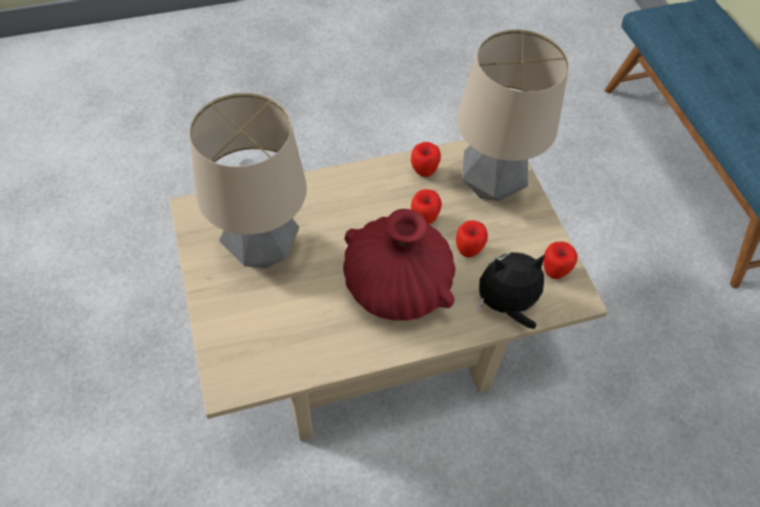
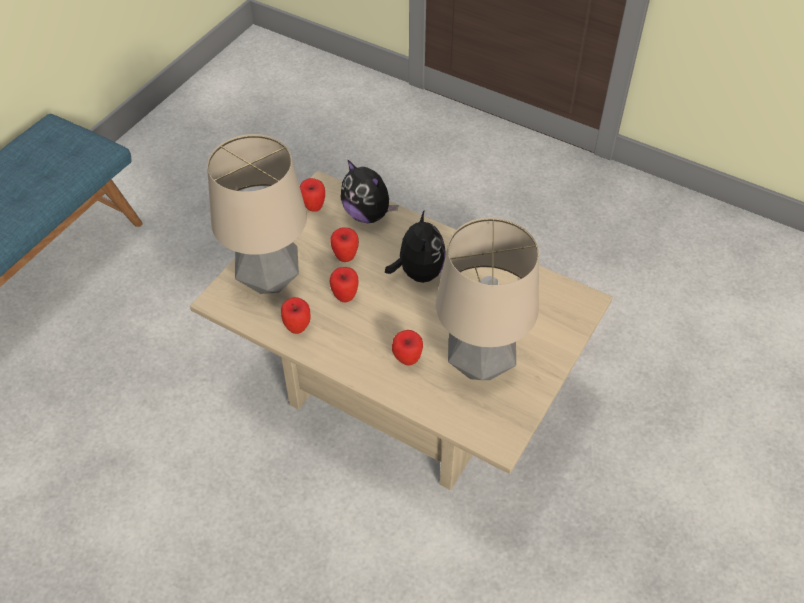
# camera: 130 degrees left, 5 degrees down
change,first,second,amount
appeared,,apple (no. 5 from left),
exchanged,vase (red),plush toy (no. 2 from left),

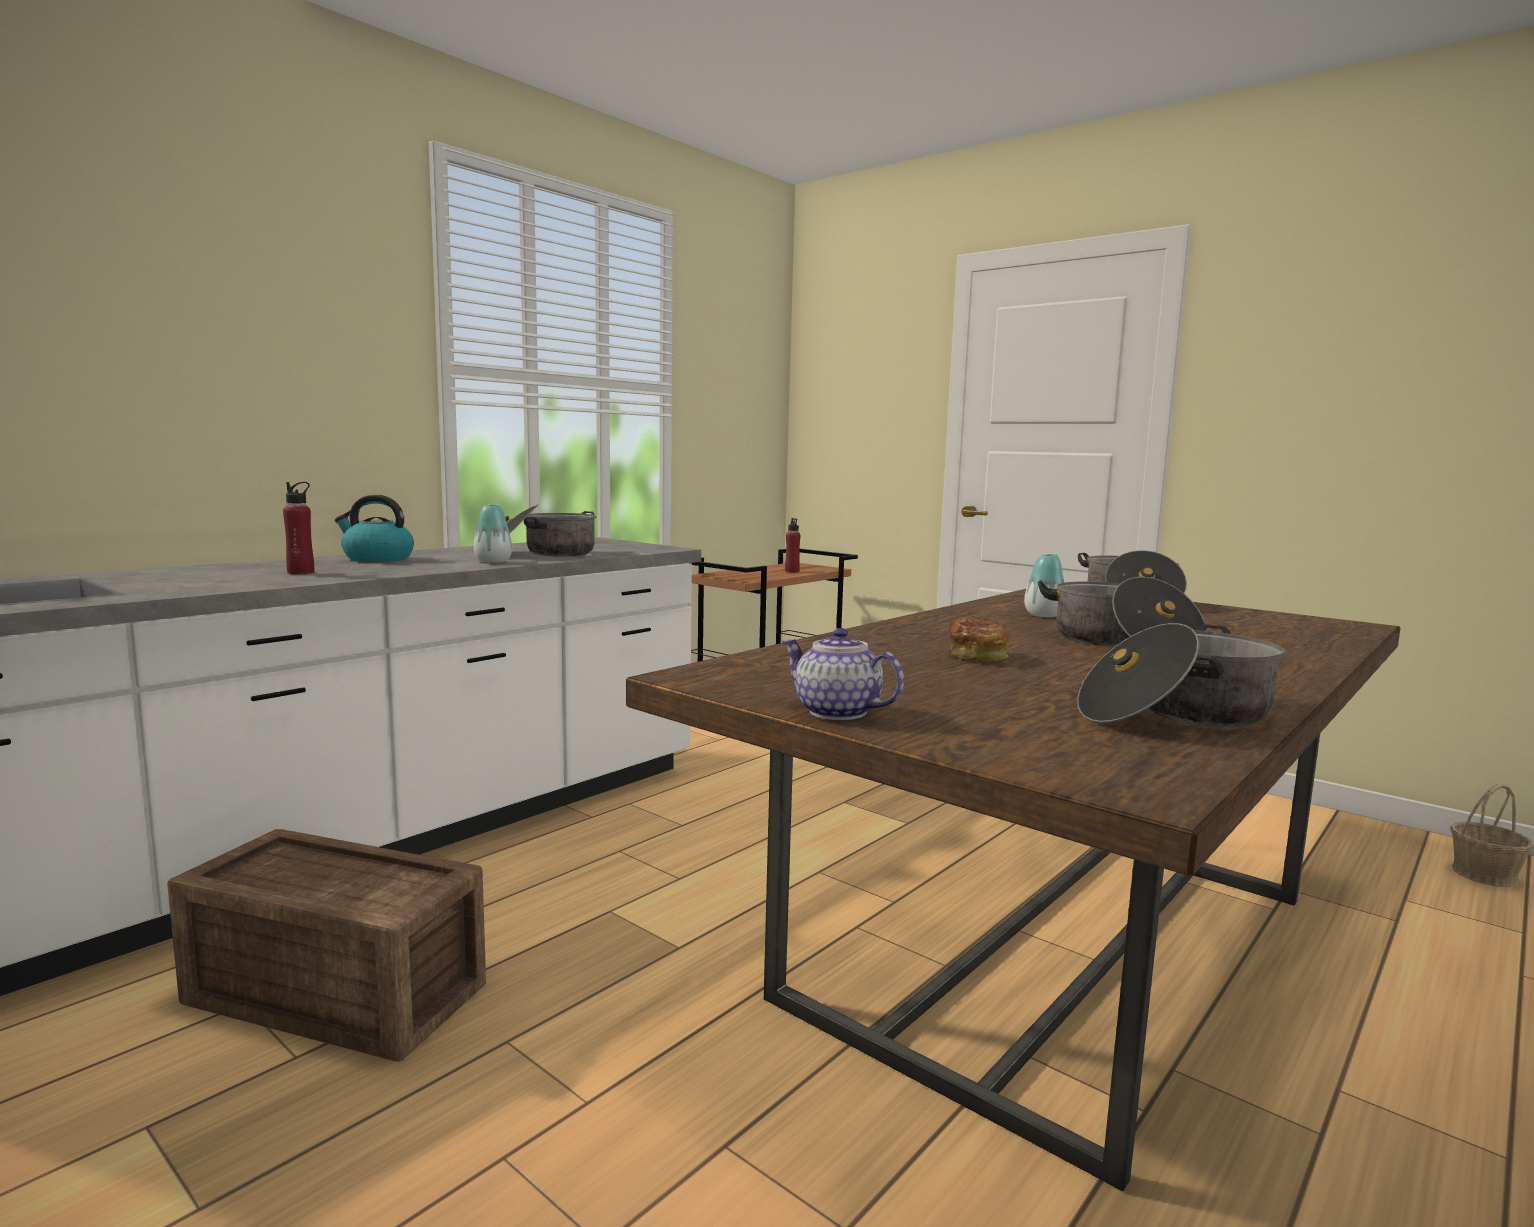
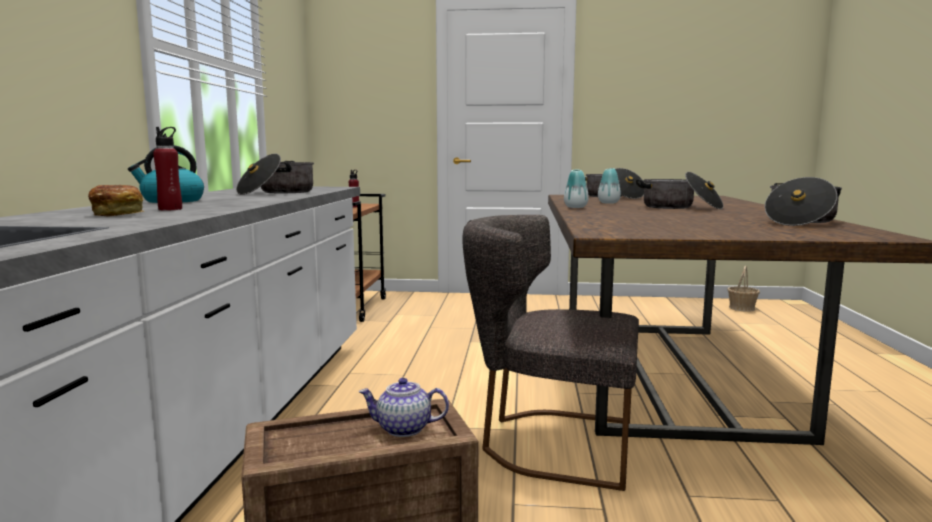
# camera: 35 degrees left, 0 degrees up
change,first,second,amount
appeared,,chair (grey),
relocated,vase (no. 1 from left),,
relocated,teapot,,
relocated,bread,,

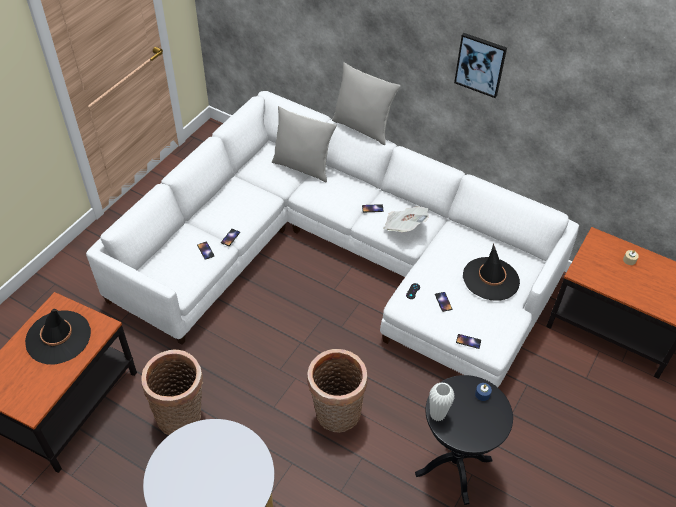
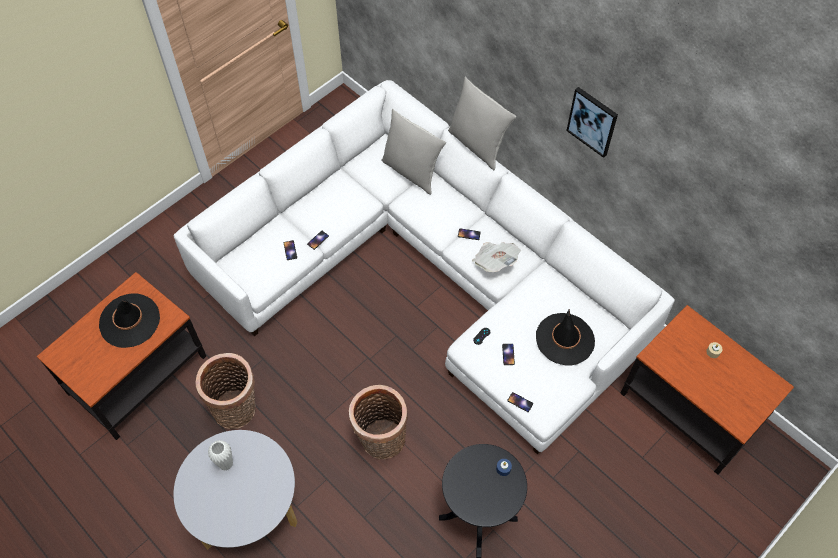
# camera: 15 degrees right, 10 degrees up
change,first,second,amount
relocated,vase (white),,

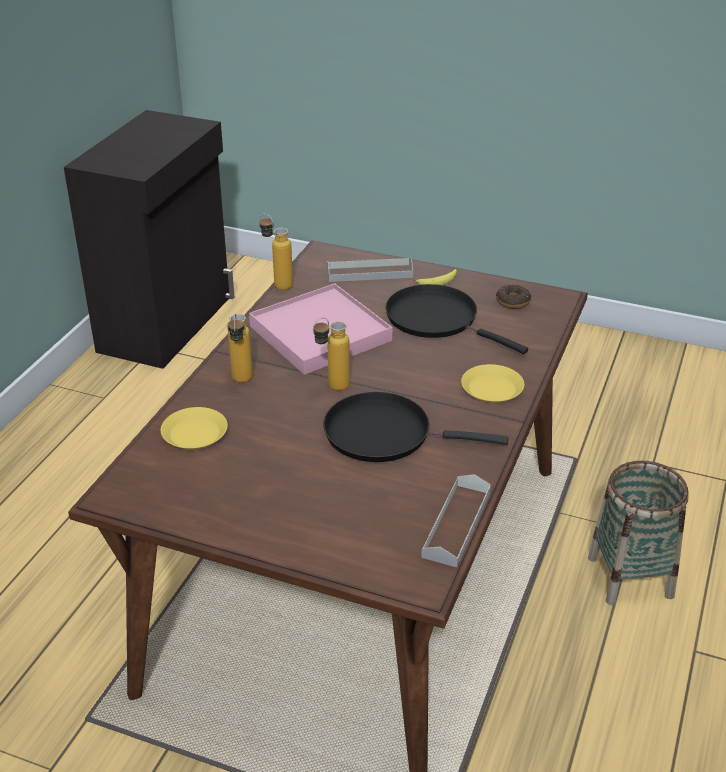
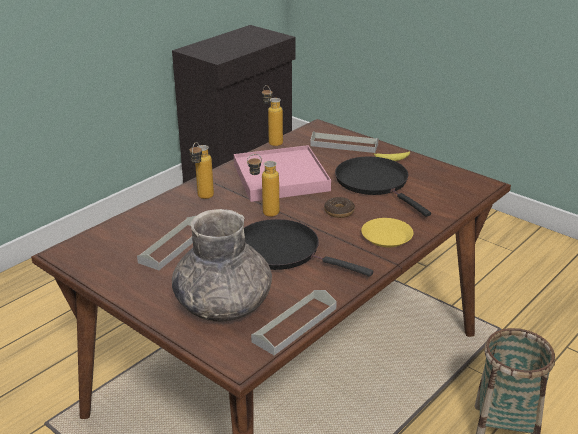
# camera: 20 degrees right, 5 degrees down
change,first,second,amount
missing,plate (yellow) (no. 1 from left),,
appeared,,tray (grey) (no. 1 from left),
appeared,,vase (grey),
relocated,donut,,

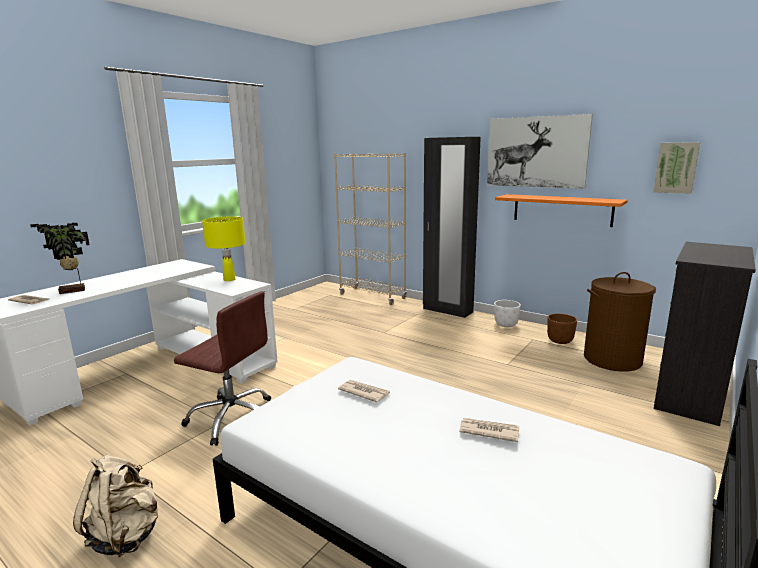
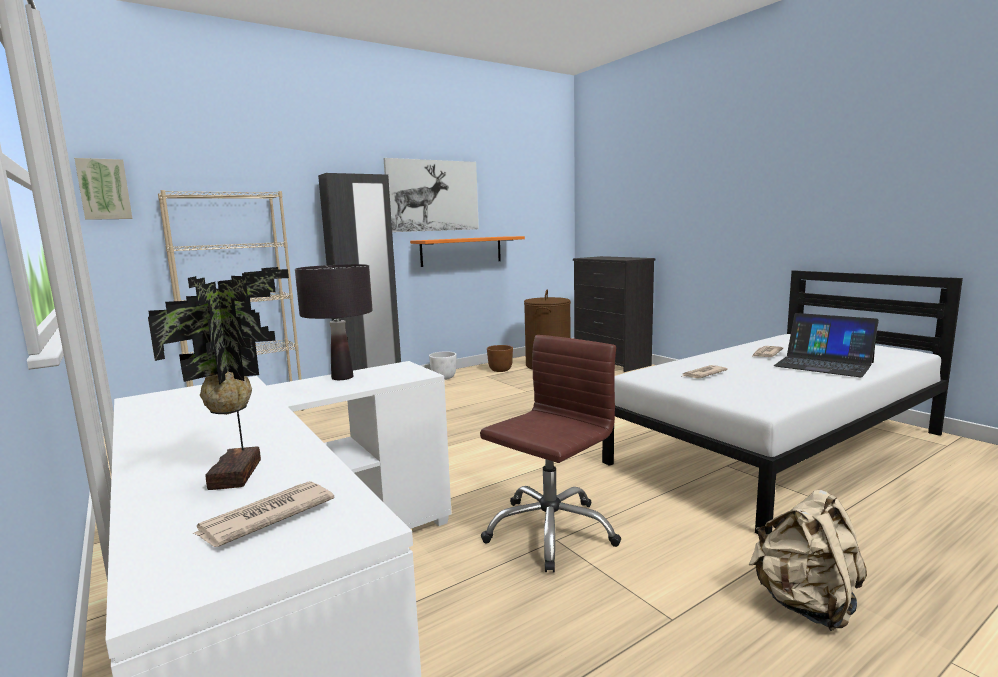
# camera: 70 degrees left, 5 degrees down
change,first,second,amount
appeared,,laptop,
relocated,picture (no. 2 from left in the first image),picture (no. 1 from left),
colour,table lamp (yellow),table lamp (black),

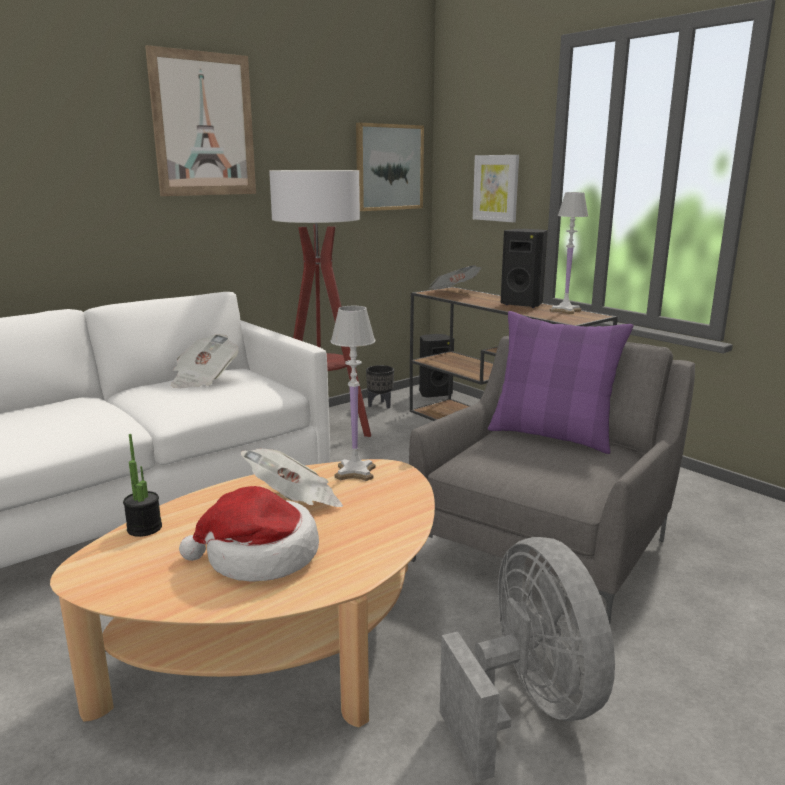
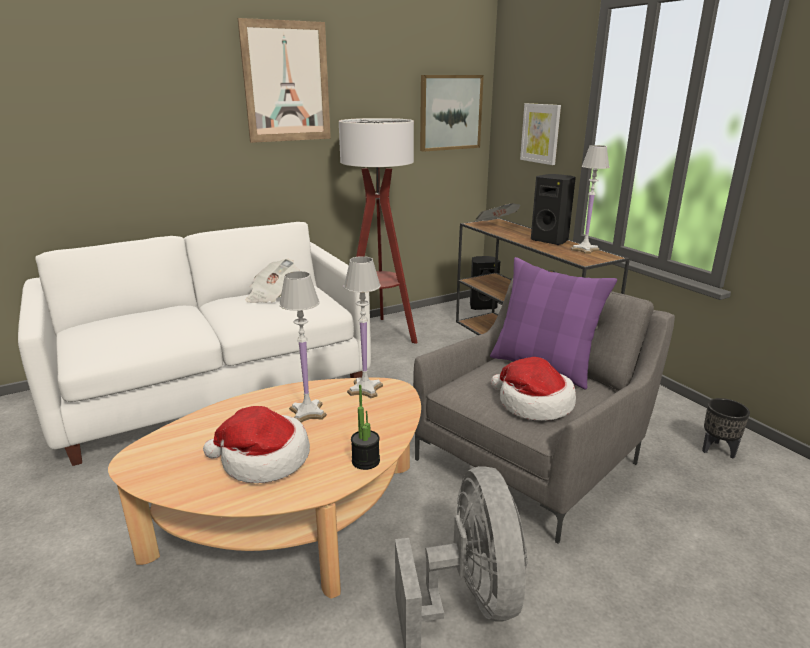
# camera: 10 degrees right, 5 degrees up
change,first,second,amount
appeared,,hat (no. 2 from left),
relocated,potted plant,,
relocated,planter (black),,
exchanged,newspaper (no. 2 from left),table lamp (white) (no. 1 from left),

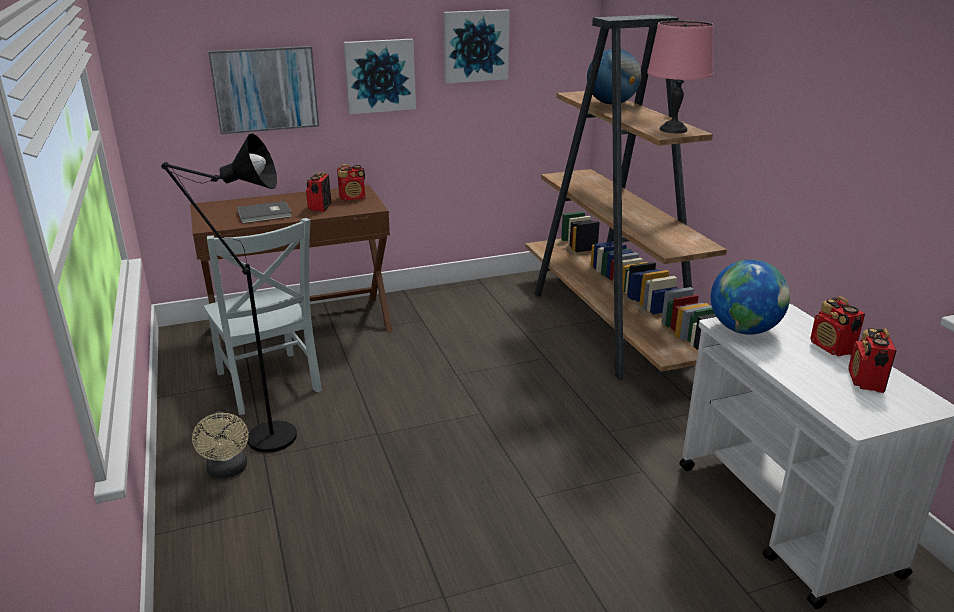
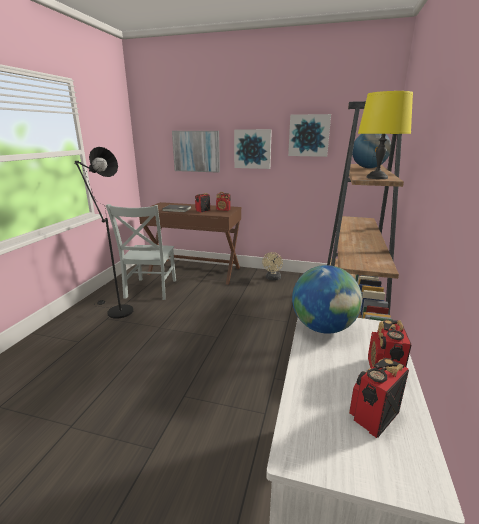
# camera: 35 degrees right, 5 degrees down
change,first,second,amount
relocated,fan (beige),,
colour,table lamp (pink),table lamp (yellow),

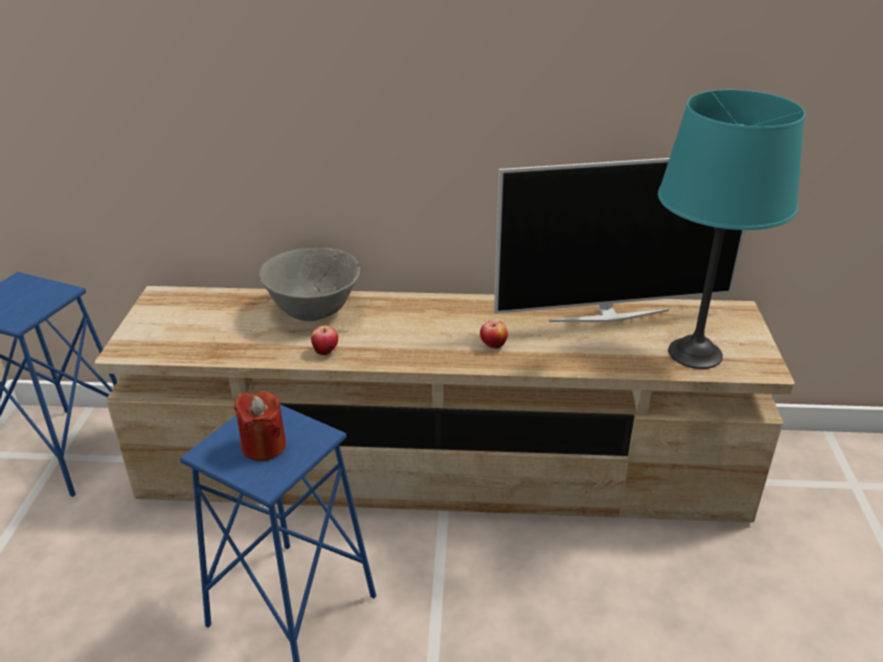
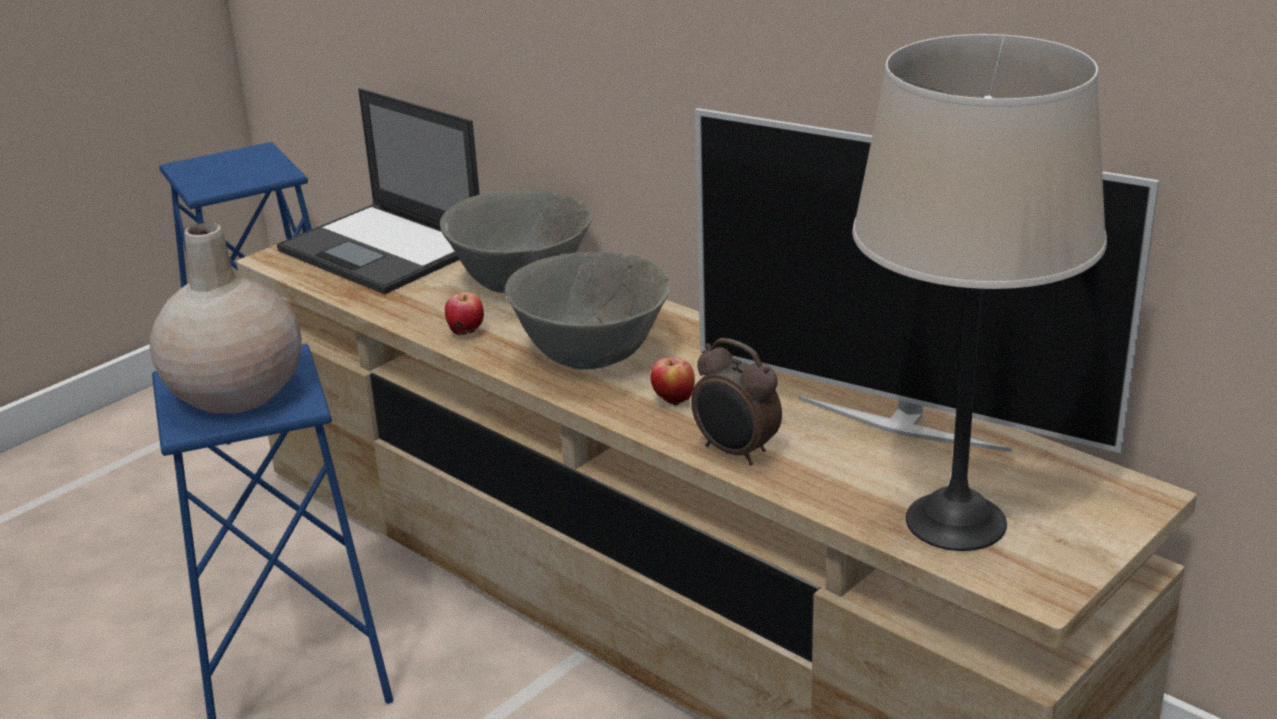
# camera: 40 degrees right, 5 degrees down
change,first,second,amount
appeared,,laptop,
appeared,,bowl (grey) (no. 2 from left),
appeared,,alarm clock,
exchanged,candle (red),vase (beige),
colour,table lamp (turquoise),table lamp (beige),

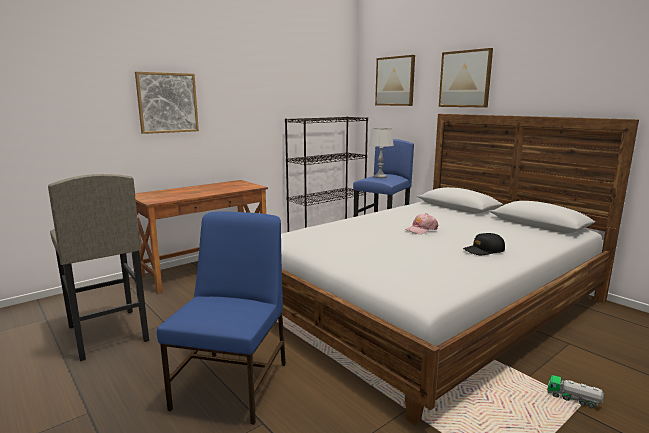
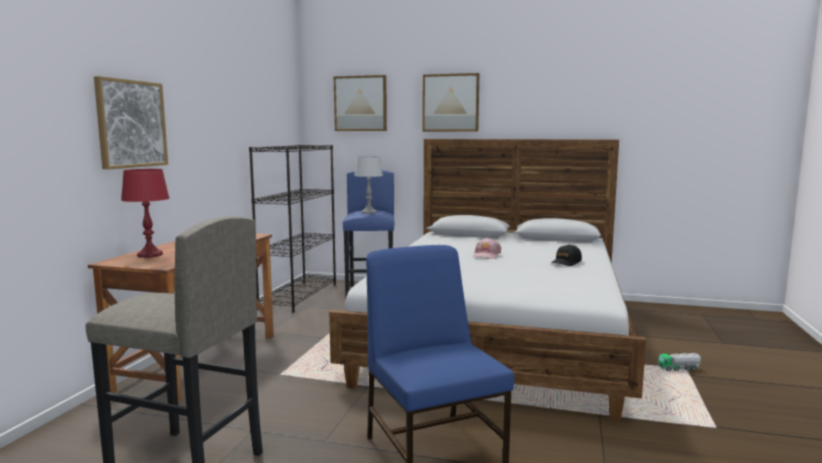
# camera: 35 degrees left, 5 degrees down
change,first,second,amount
appeared,,table lamp (red),

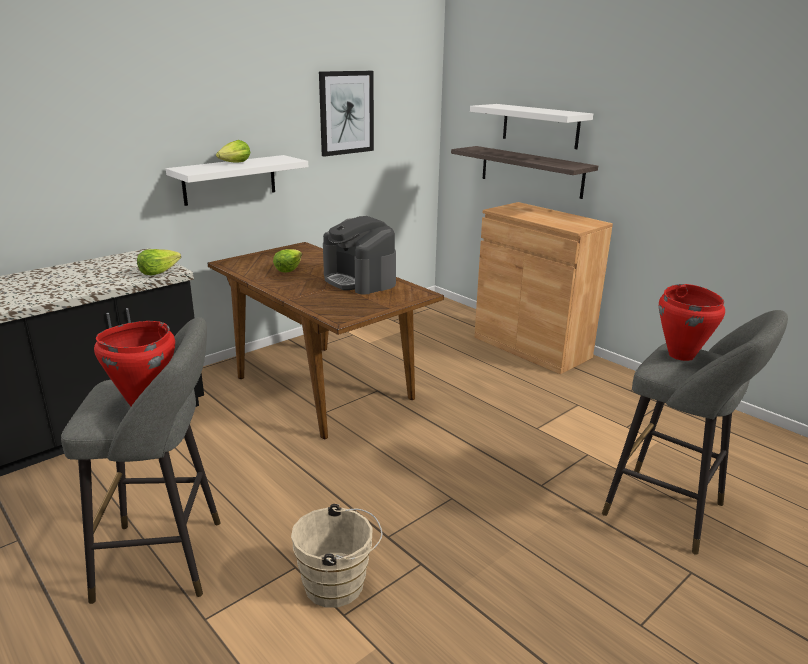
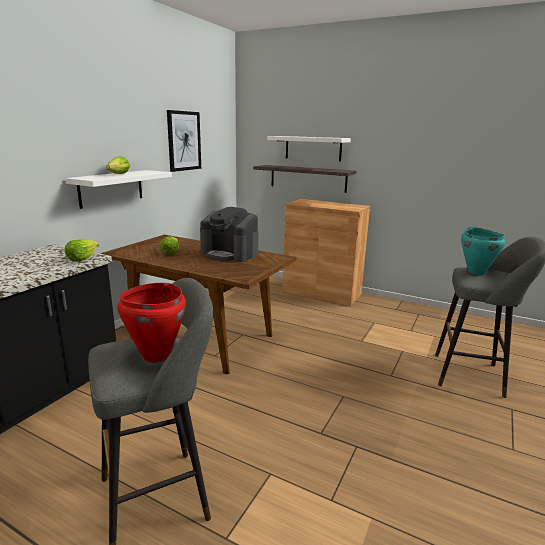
# camera: 20 degrees left, 5 degrees down
change,first,second,amount
missing,bucket (beige),,
colour,cooking pot (red) (no. 2 from left),cooking pot (turquoise),

